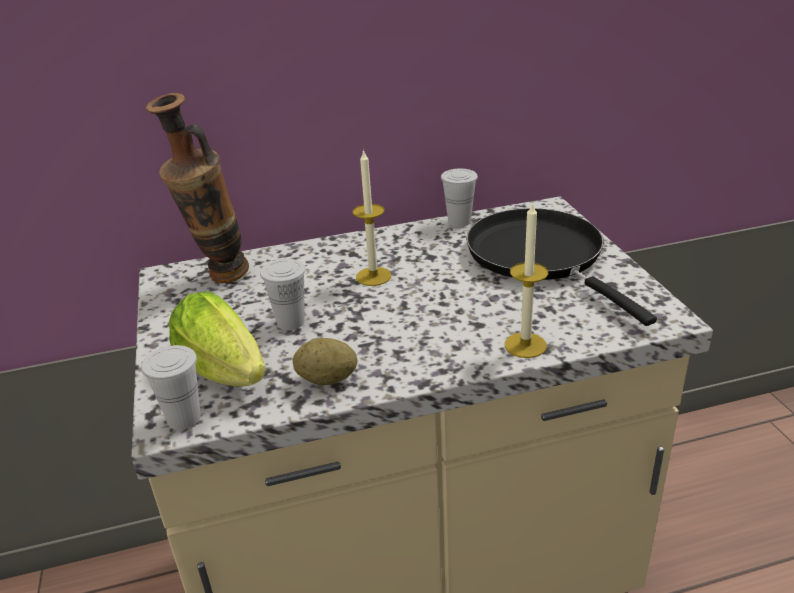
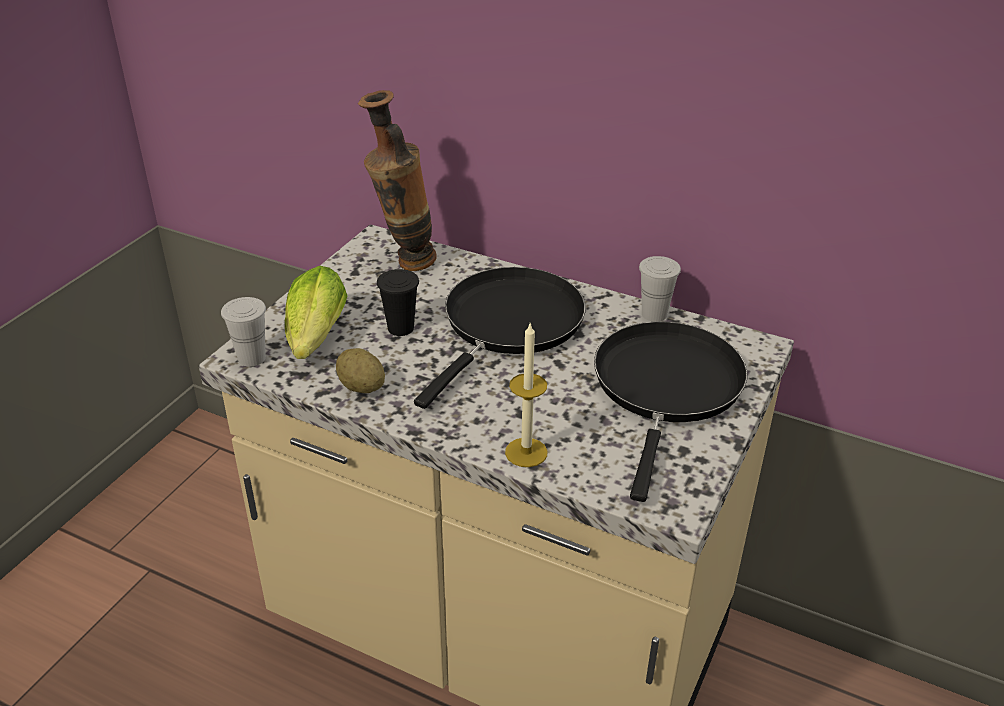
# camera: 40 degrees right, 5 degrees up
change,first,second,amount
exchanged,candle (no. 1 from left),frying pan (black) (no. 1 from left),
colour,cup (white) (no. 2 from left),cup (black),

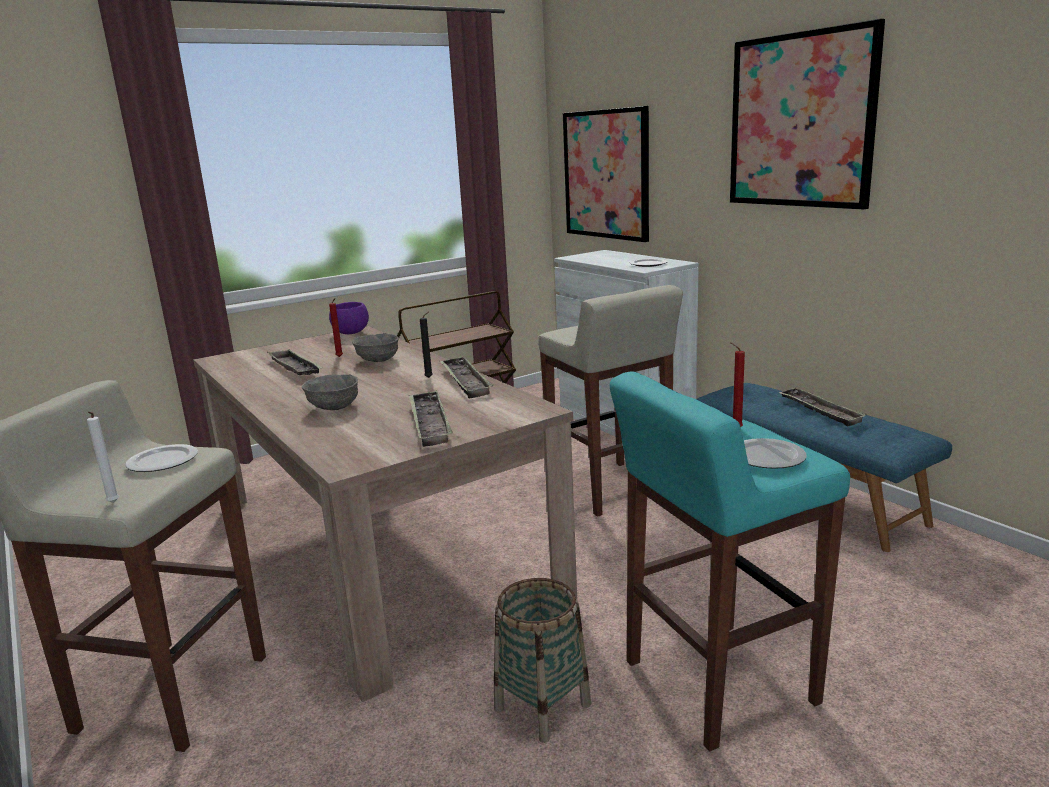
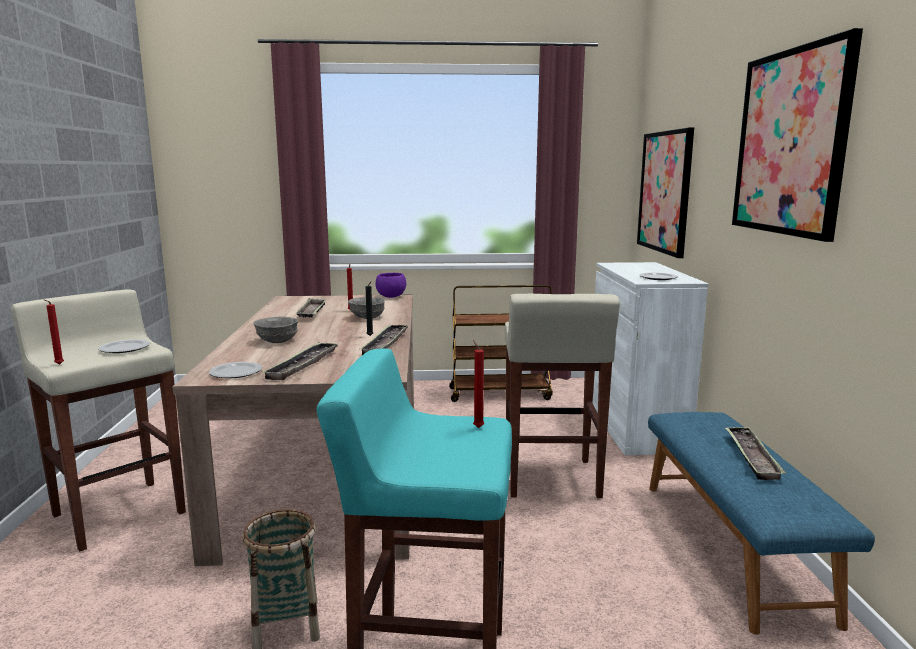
# camera: 30 degrees right, 5 degrees down
change,first,second,amount
relocated,plate (no. 3 from left in the first image),plate (no. 2 from left),
colour,candle (white),candle (red) (no. 1 from left),

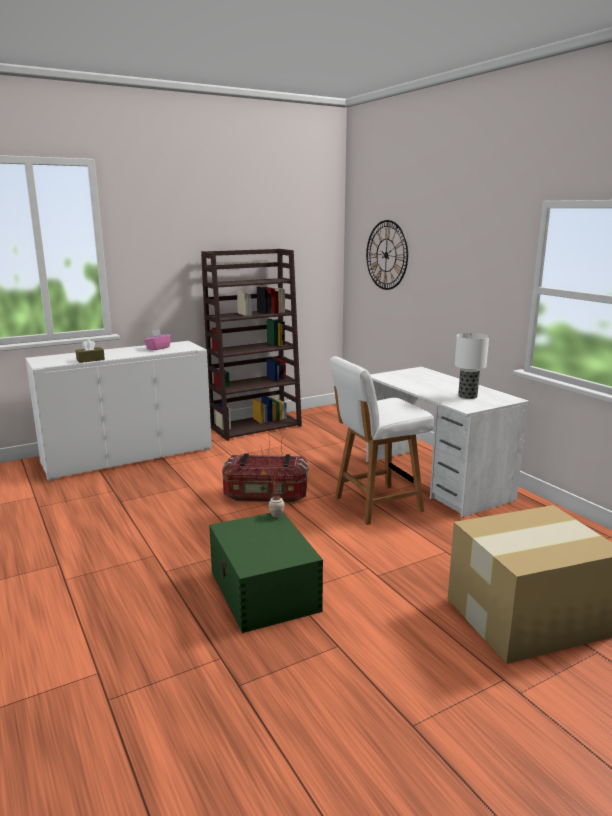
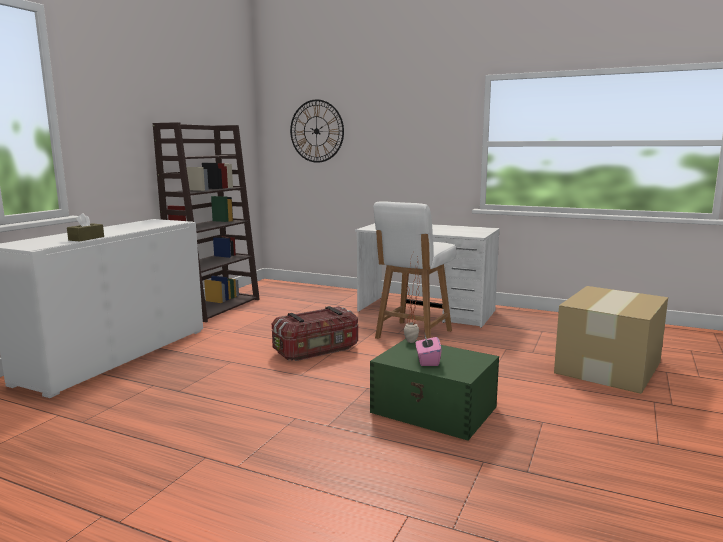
# camera: 35 degrees left, 5 degrees down
change,first,second,amount
missing,table lamp,,
relocated,tissue box (pink),,

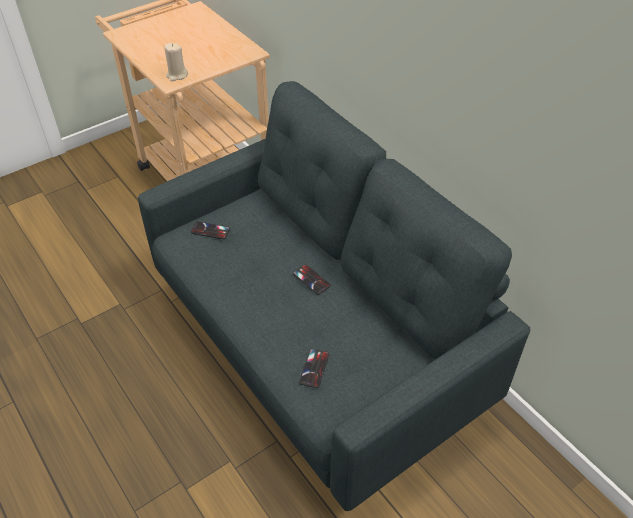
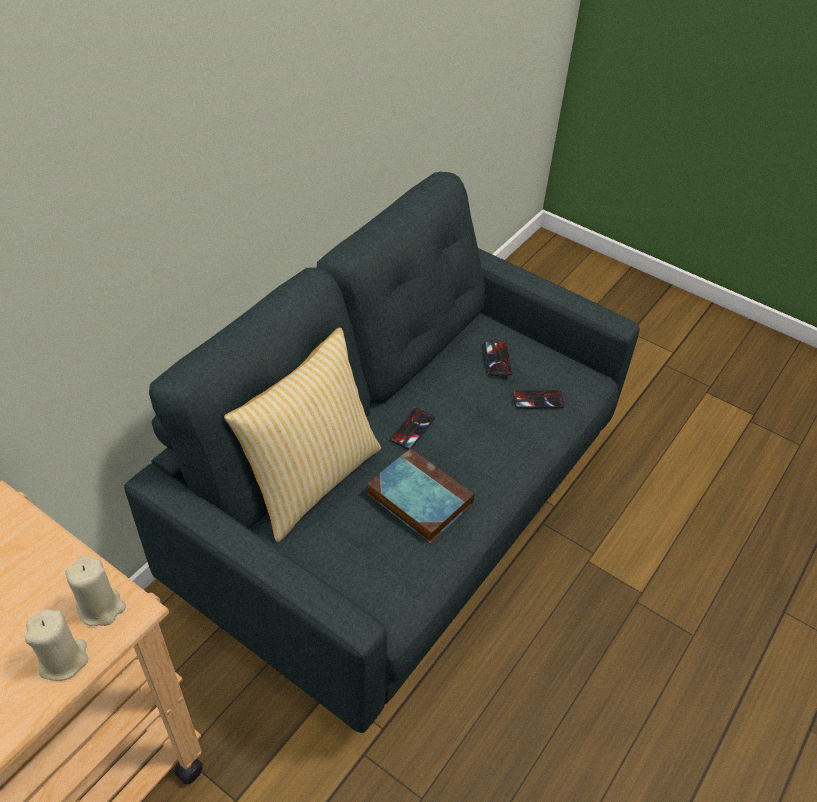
# camera: 110 degrees left, 0 degrees up
change,first,second,amount
appeared,,candle (beige) (no. 1 from left),
appeared,,pillow,
appeared,,book,
relocated,phone (no. 1 from left in the first image),phone (no. 2 from left),

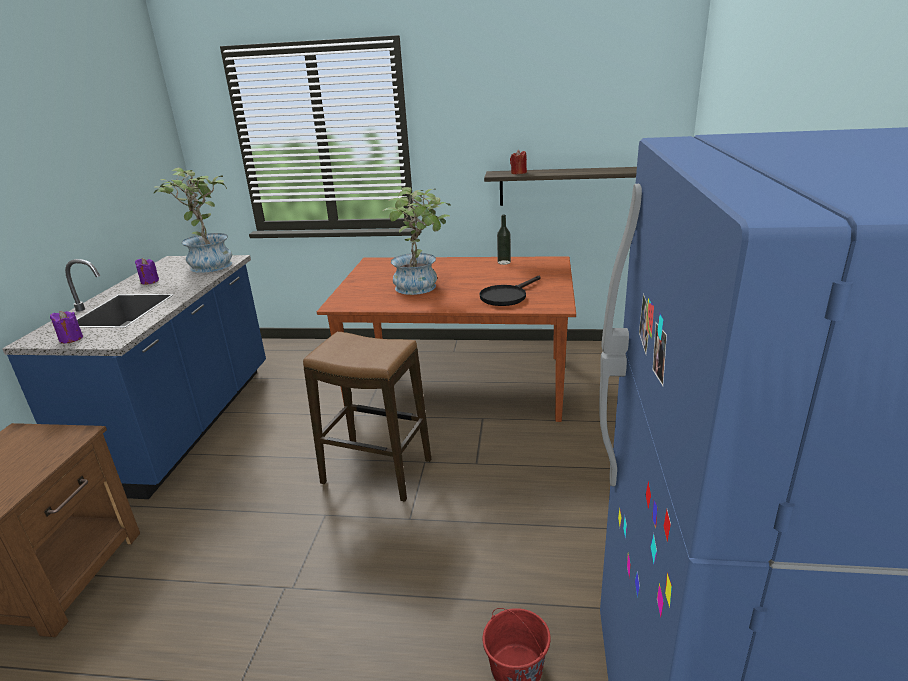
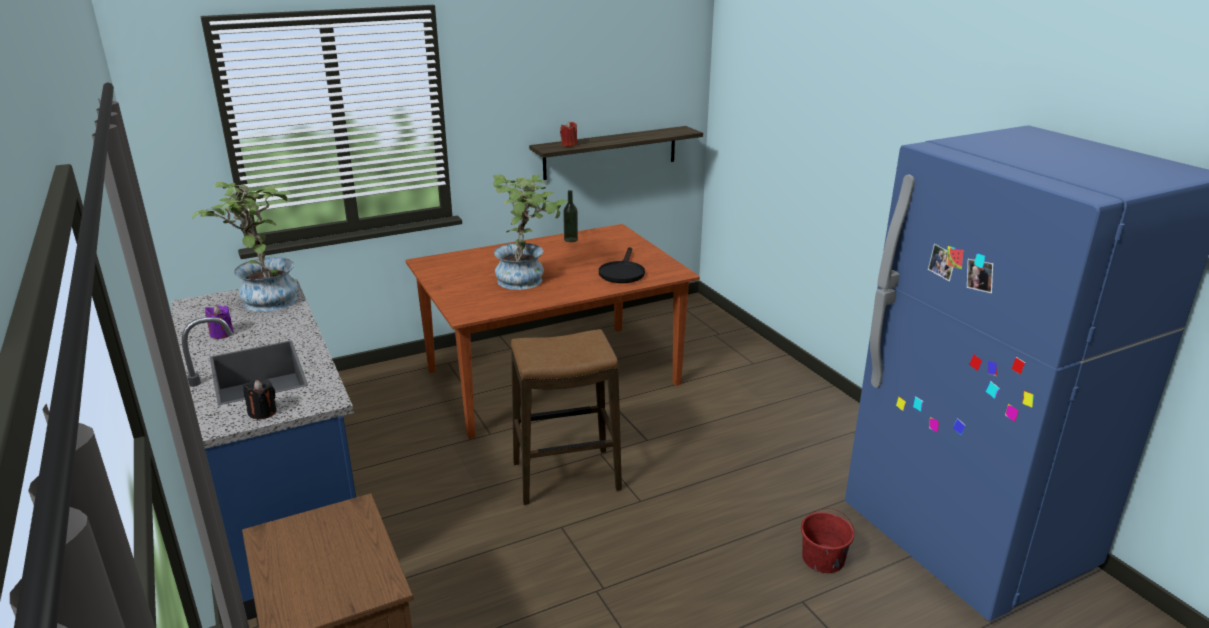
# camera: 35 degrees left, 0 degrees up
change,first,second,amount
colour,candle (purple) (no. 1 from left),candle (black),

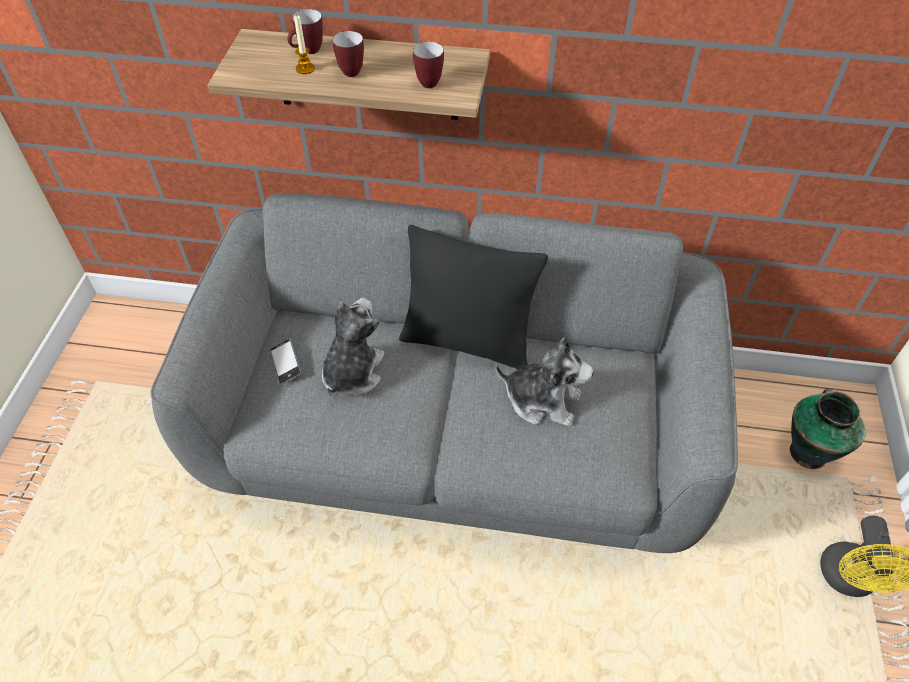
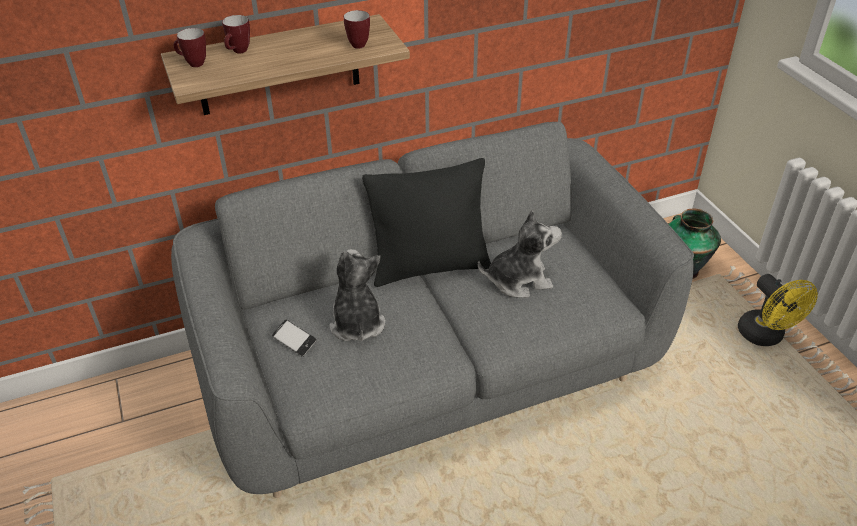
# camera: 30 degrees left, 10 degrees down
change,first,second,amount
missing,candle,,
relocated,mug (no. 2 from left in the first image),mug (no. 1 from left),

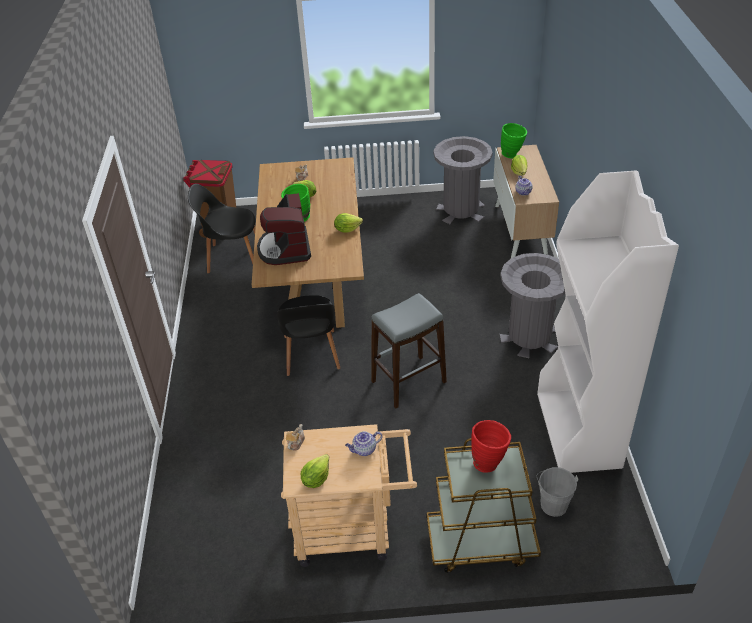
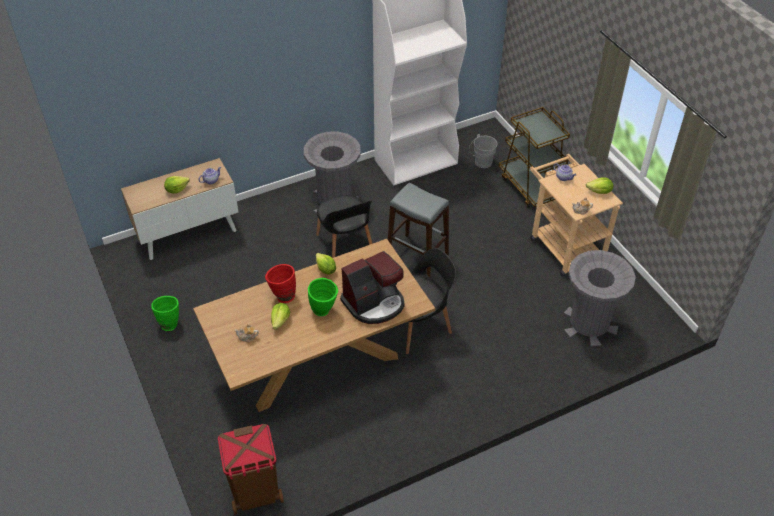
# camera: 115 degrees left, 5 degrees up
change,first,second,amount
relocated,chair (black) (no. 1 from left),,
relocated,trash can (grey) (no. 1 from left in the first image),trash can (grey) (no. 2 from left),
relocated,vase (red),,
relocated,vase (green) (no. 2 from left in the first image),vase (green) (no. 1 from left),

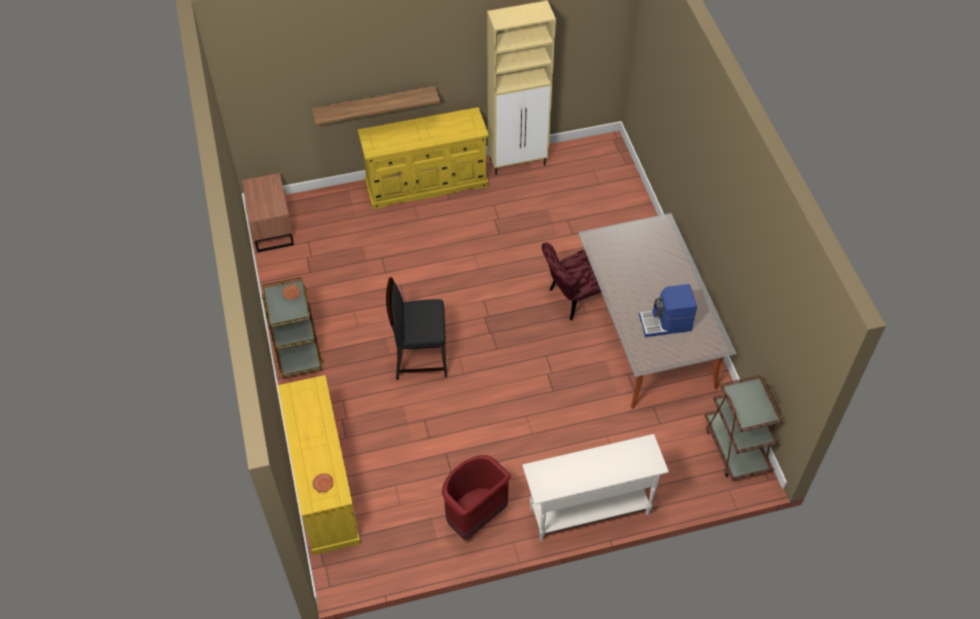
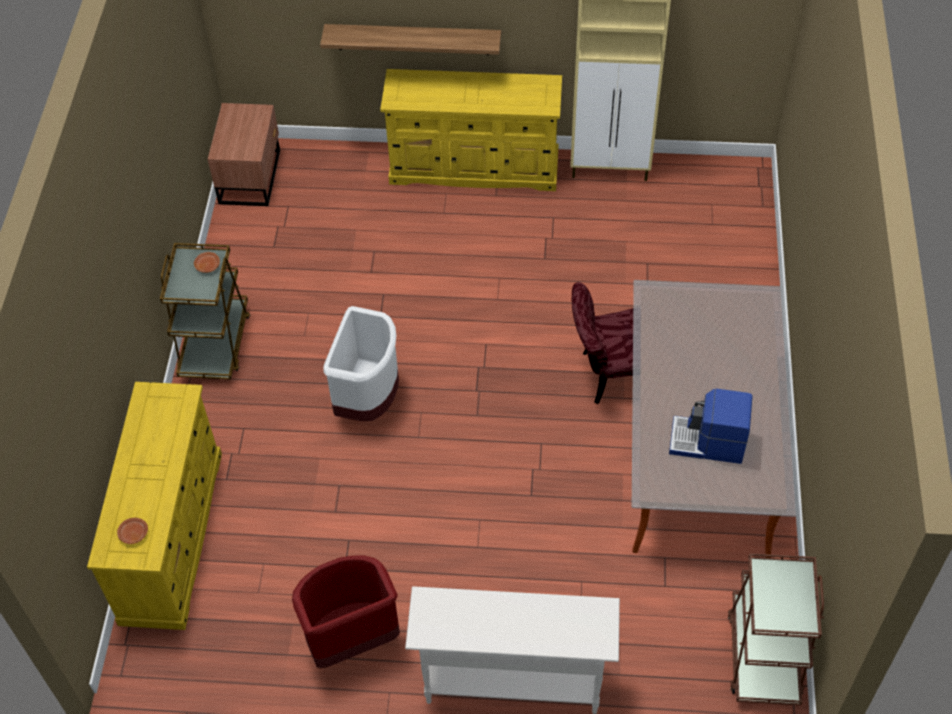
# camera: 20 degrees right, 0 degrees up
change,first,second,amount
exchanged,chair (black),trash can (white),

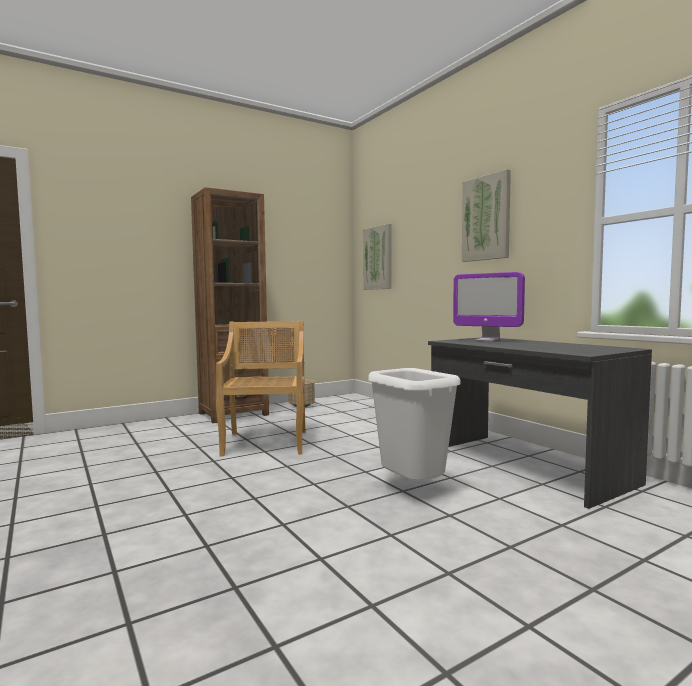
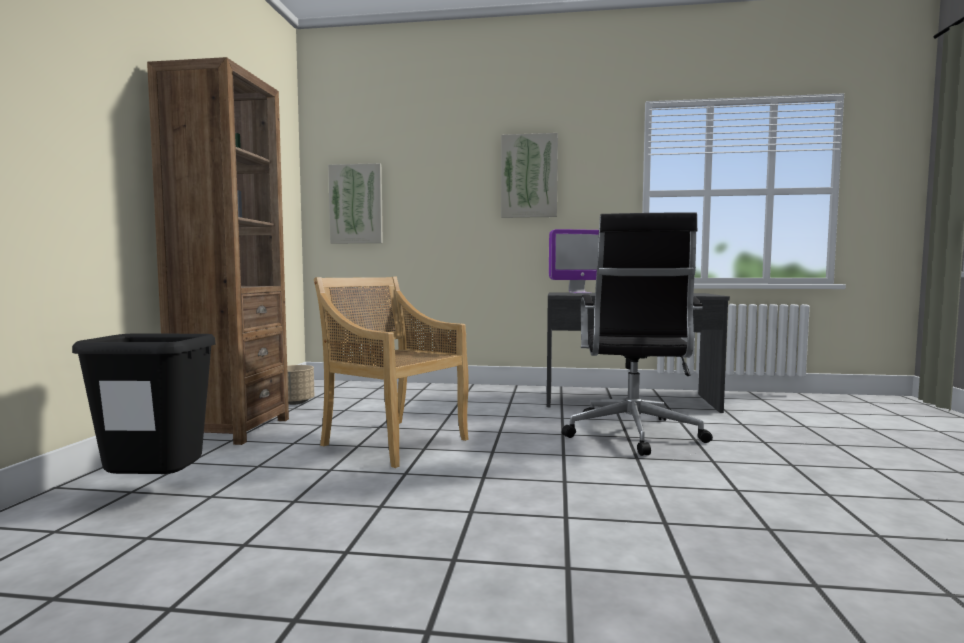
# camera: 50 degrees left, 0 degrees up
change,first,second,amount
appeared,,trash can (black),
exchanged,trash can (white),office chair (black),

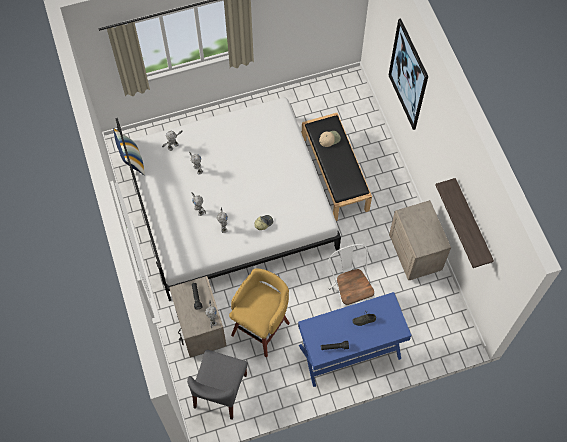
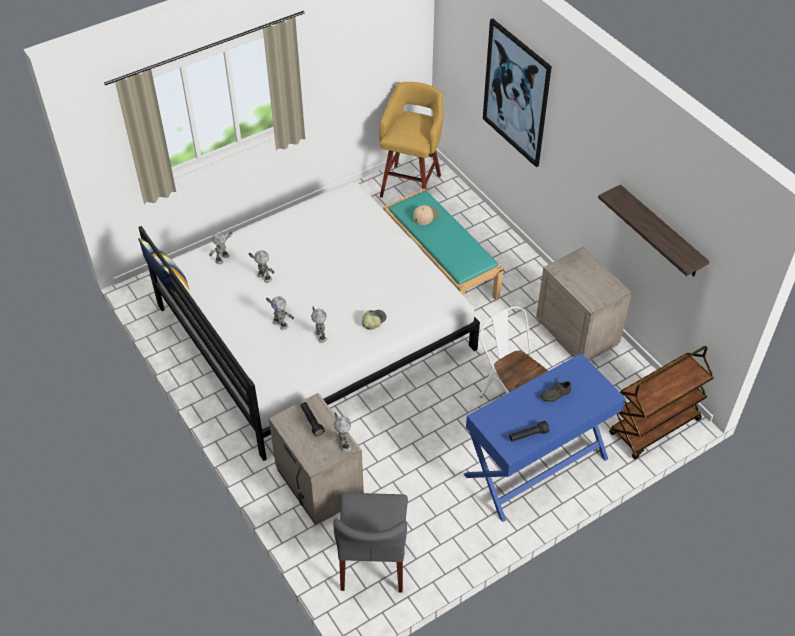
# camera: 15 degrees left, 15 degrees down
change,first,second,amount
appeared,,cart (brown),
relocated,stool (yellow),,
colour,bench (black),bench (turquoise),

